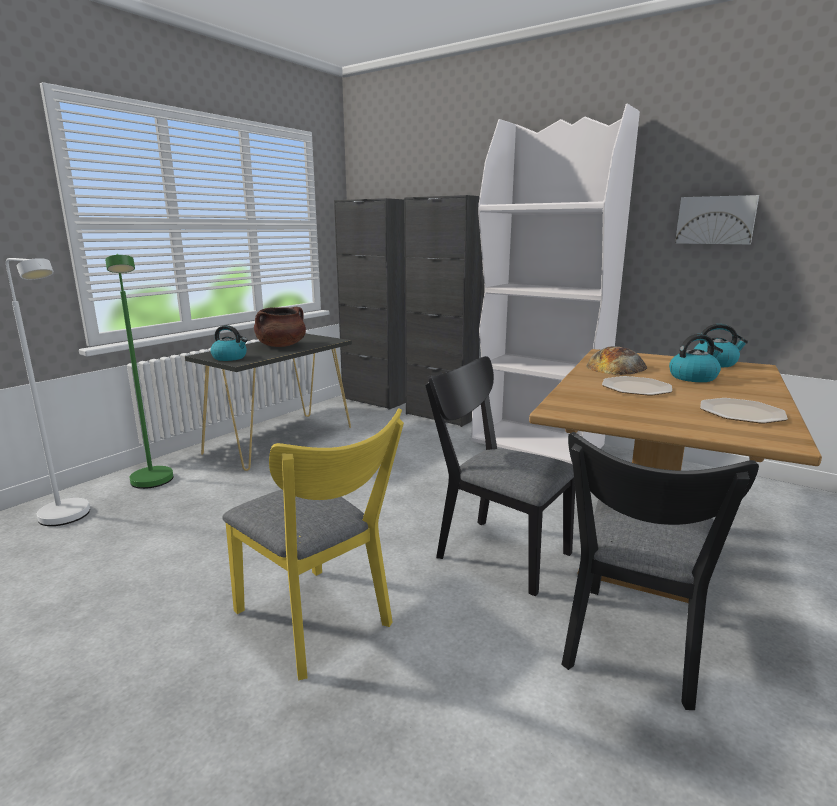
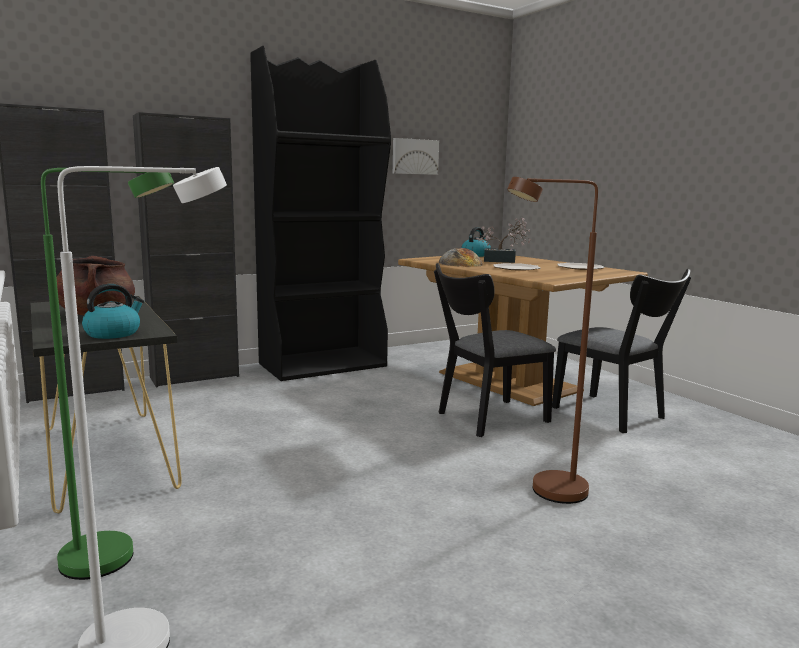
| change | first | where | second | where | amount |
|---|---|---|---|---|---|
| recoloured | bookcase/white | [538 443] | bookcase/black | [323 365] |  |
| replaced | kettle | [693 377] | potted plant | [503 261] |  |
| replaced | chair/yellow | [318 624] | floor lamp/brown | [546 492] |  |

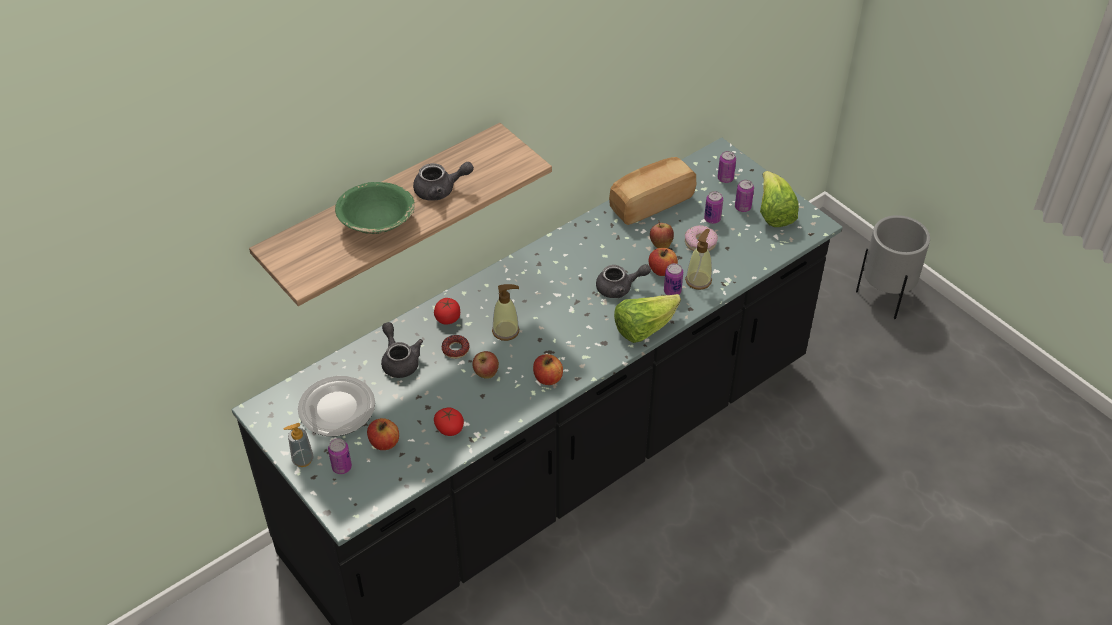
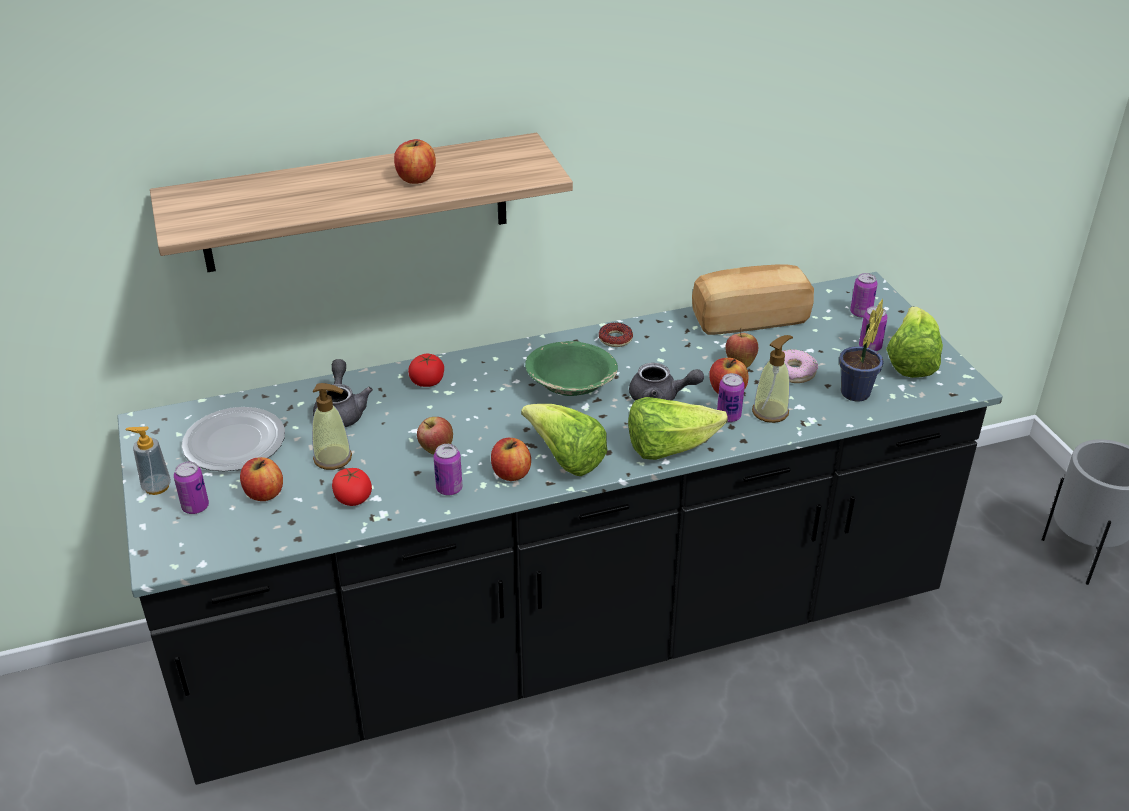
| change | first | where | second | where | amount |
|---|---|---|---|---|---|
| moved | soap dispenser | [506 331] |  | [333 458] |  |
| replaced | teapot/grey | [440 190] | apple | [416 178] |  |
| moved | can | [712 219] |  | [449 488] |  |
| added |  |  | lettuce | [565 458] |  |
| moved | bowl/green | [377 223] |  | [571 386] |  |
| moved | donut | [455 349] |  | [615 339] |  |
| added |  |  | potted plant | [853 395] |  |

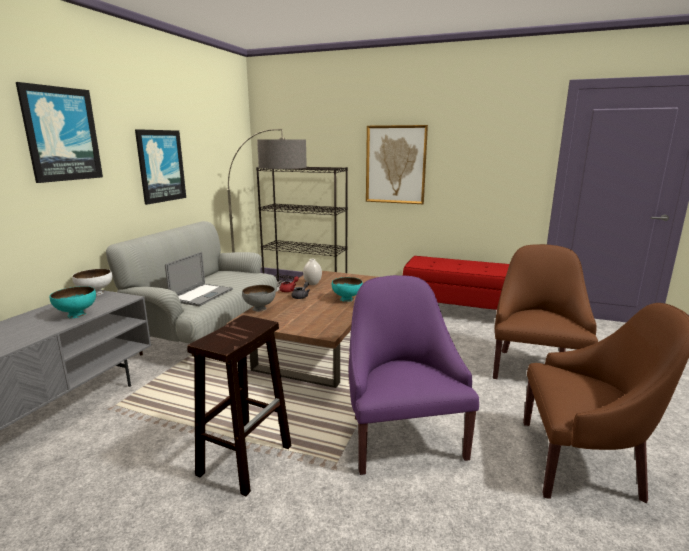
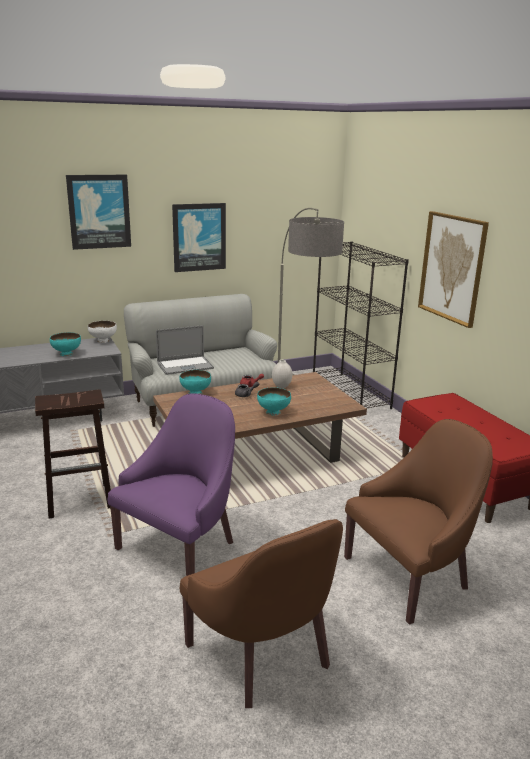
| change | first | where | second | where | amount |
|---|---|---|---|---|---|
| recoloured | bowl/grey | [259 308] | bowl/turquoise | [195 393] |  |

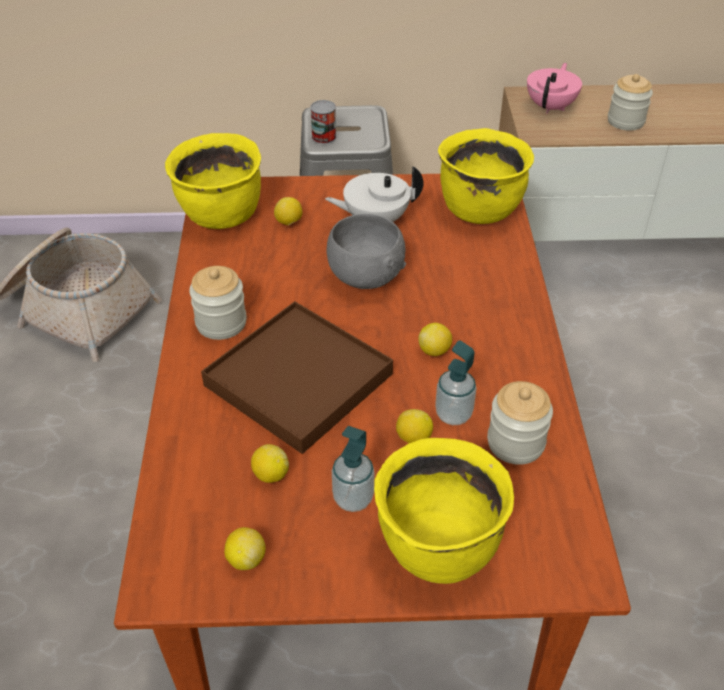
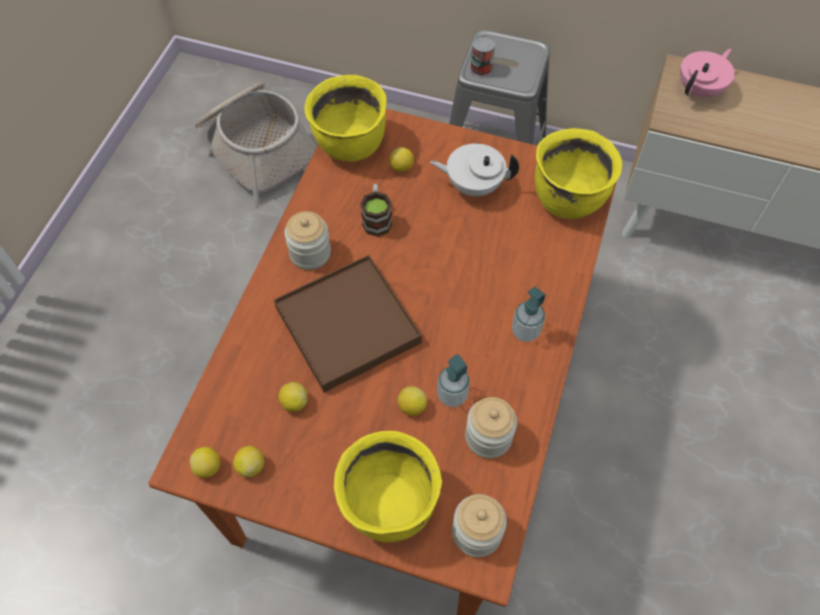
| change | first | where | second | where | amount |
|---|---|---|---|---|---|
| moved | lemon | [434 351] |  | [208 467] |  |
| added |  |  | mug | [377 218] |  |
| moved | jar | [625 121] |  | [476 532] |  |
| moved | soap dispenser | [353 498] |  | [525 331] |  |
| removed | bowl/grey | [365 276] |  |  |  |

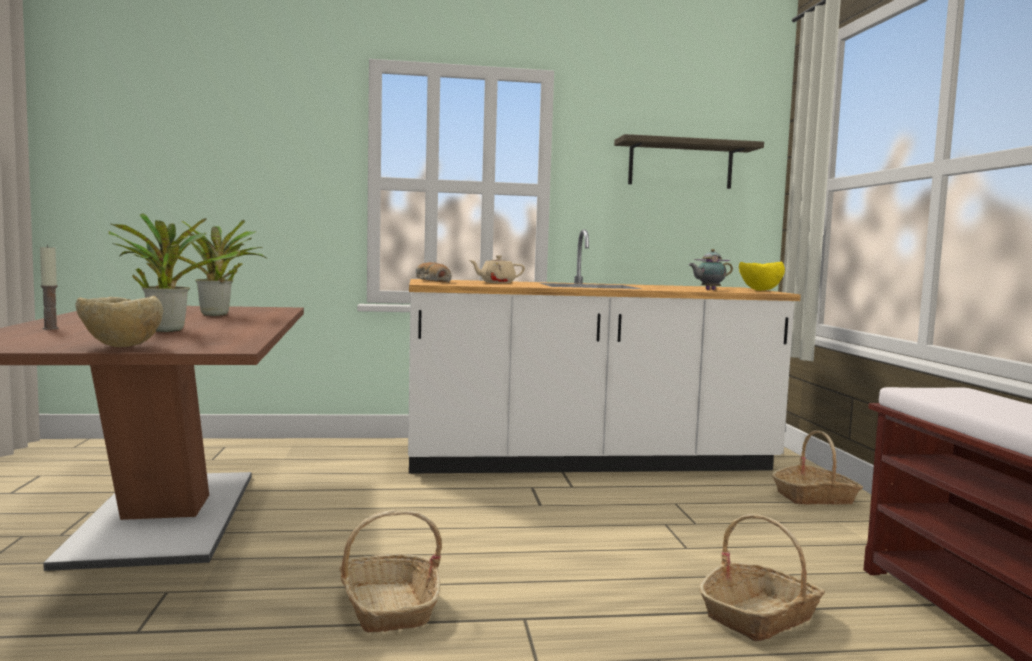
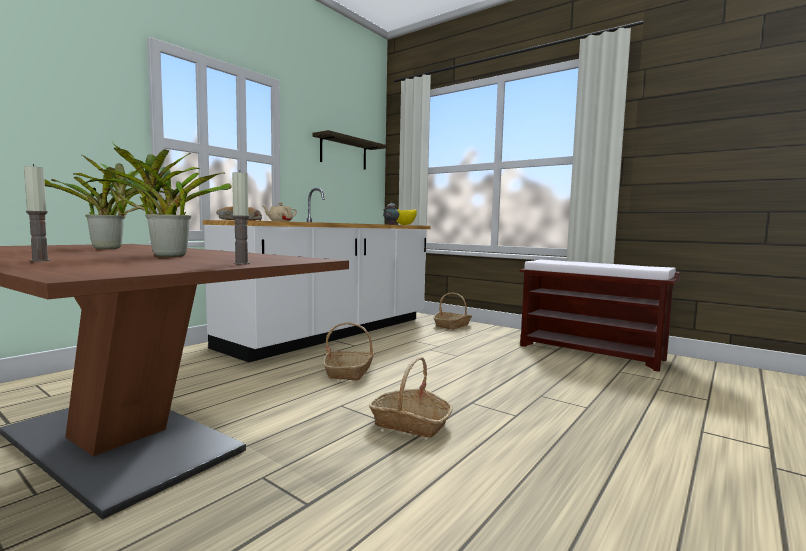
| change | first | where | second | where | amount |
|---|---|---|---|---|---|
| replaced | bowl/beige | [120 347] | candle | [241 263] |  |
| moved | basket | [760 616] |  | [349 372] |  |

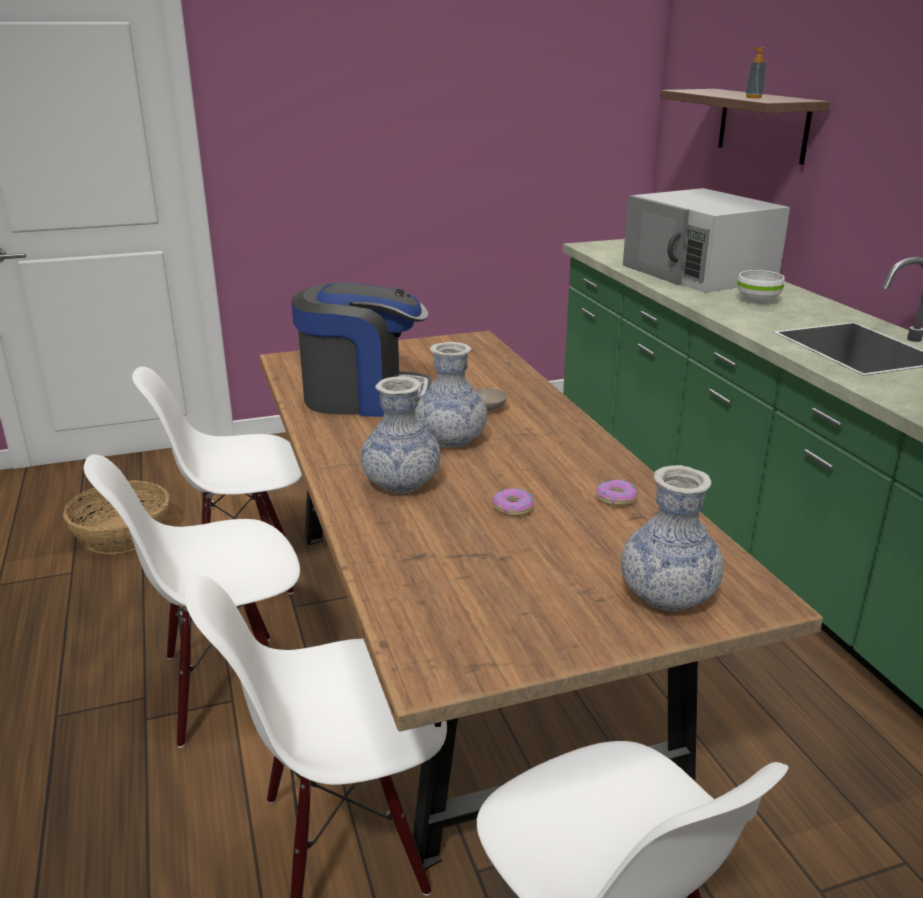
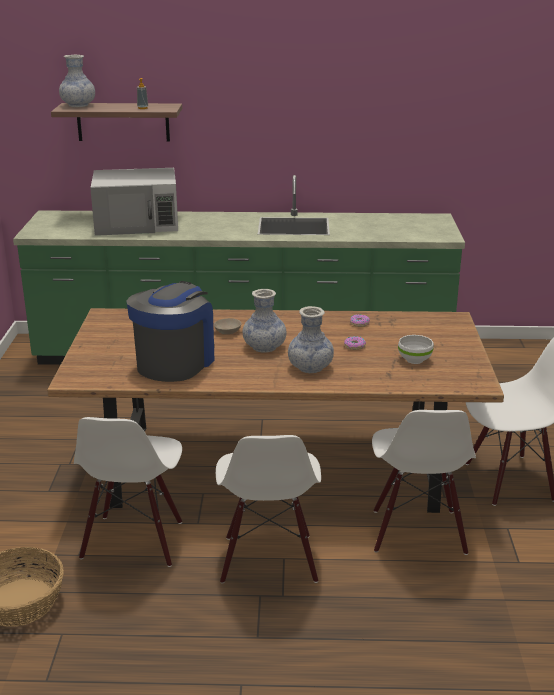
| change | first | where | second | where | amount |
|---|---|---|---|---|---|
| moved | vase | [667 595] |  | [78 105] |  |
| moved | bowl/white | [757 301] |  | [415 360] |  |

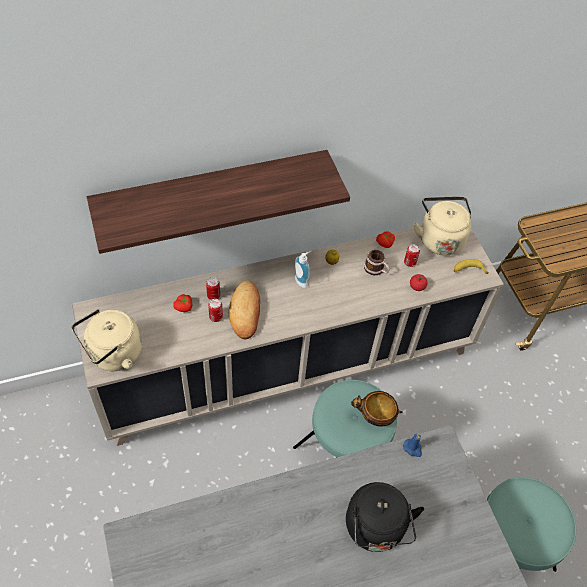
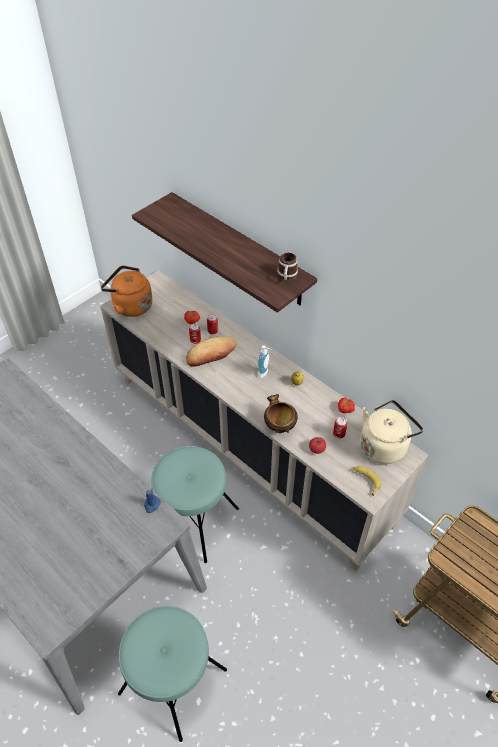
| change | first | where | second | where | amount |
|---|---|---|---|---|---|
| recoloured | kettle/beige | [113 355] | kettle/orange | [130 306] |  |
| moved | bowl | [375 417] |  | [279 426] |  |
| moved | mug | [376 269] |  | [286 275] |  |
| removed | kettle/black | [376 529] |  |  |  |

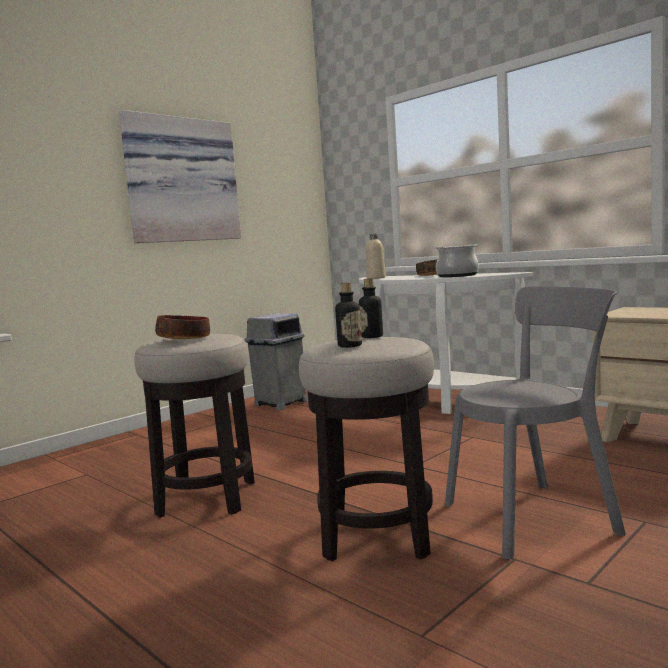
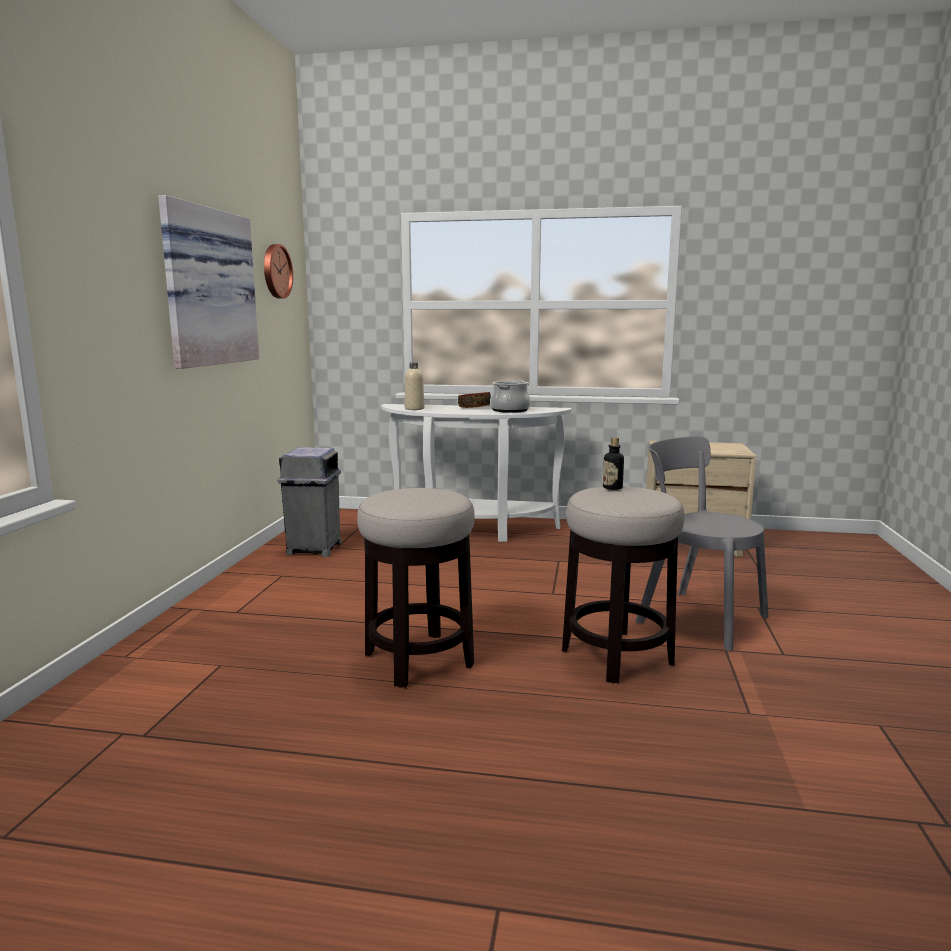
| change | first | where | second | where | amount |
|---|---|---|---|---|---|
| added |  |  | wall clock | [276 271] |  |
| turned | chair/grey | [536 517] |  | [696 617] | 90 degrees counterclockwise |
| removed | bowl | [184 339] |  |  |  |
| removed | bottle | [350 346] |  |  |  |

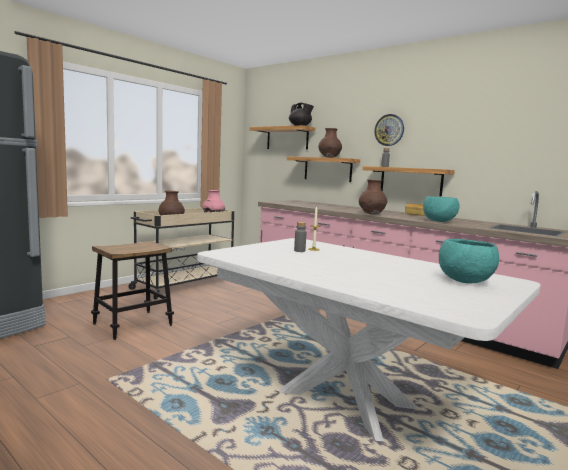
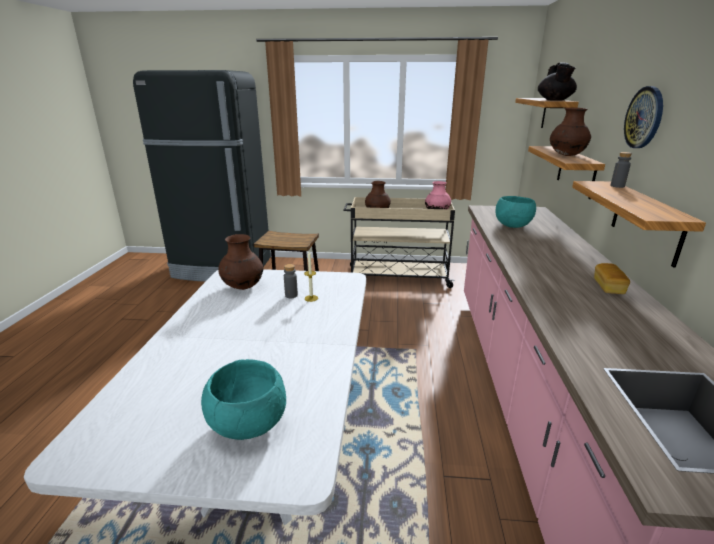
| change | first | where | second | where | amount |
|---|---|---|---|---|---|
| moved | vase/brown | [371 214] |  | [243 287] |  |
| moved | bowl/turquoise | [439 221] |  | [513 226] |  |

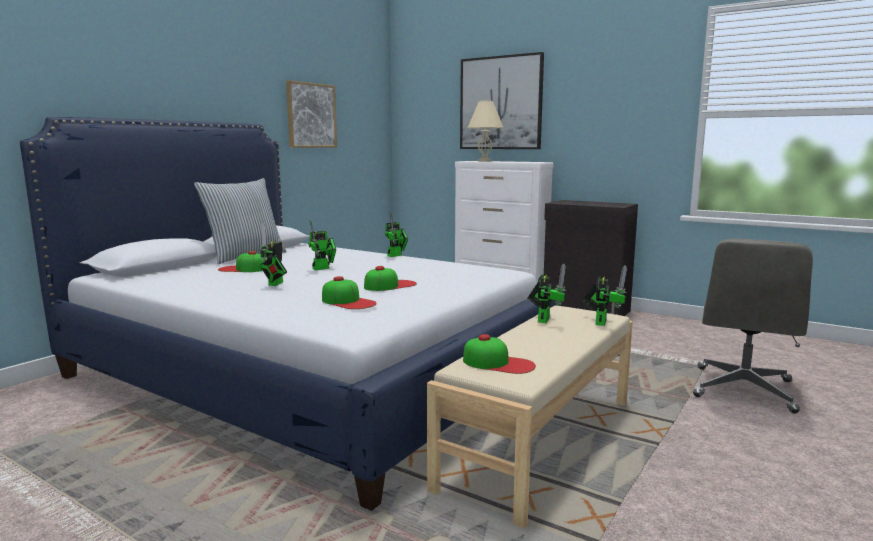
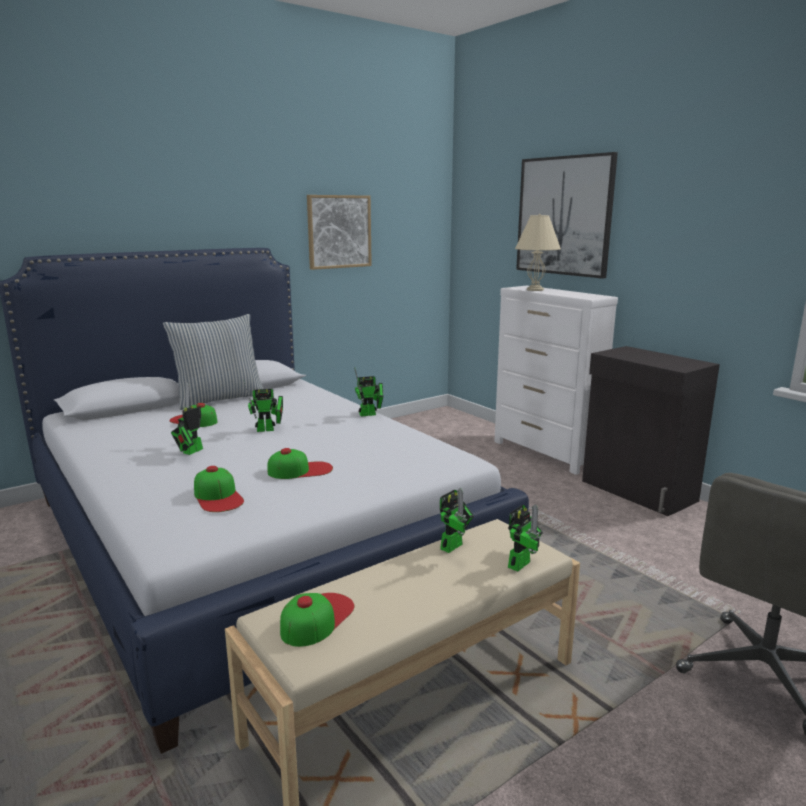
| change | first | where | second | where | amount |
|---|---|---|---|---|---|
| turned | cap | [498 363] |  | [317 618] | 105 degrees counterclockwise |

